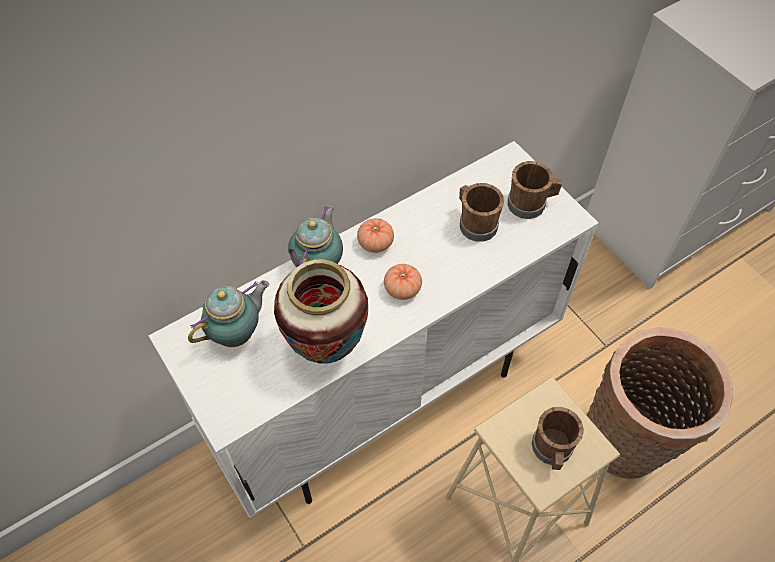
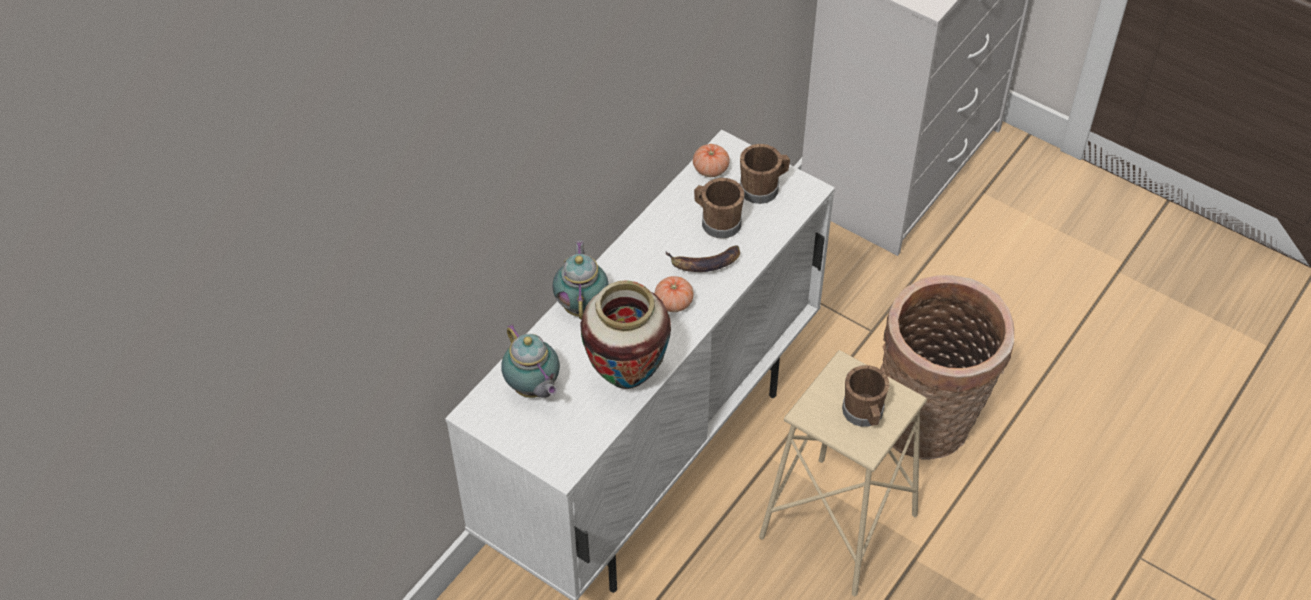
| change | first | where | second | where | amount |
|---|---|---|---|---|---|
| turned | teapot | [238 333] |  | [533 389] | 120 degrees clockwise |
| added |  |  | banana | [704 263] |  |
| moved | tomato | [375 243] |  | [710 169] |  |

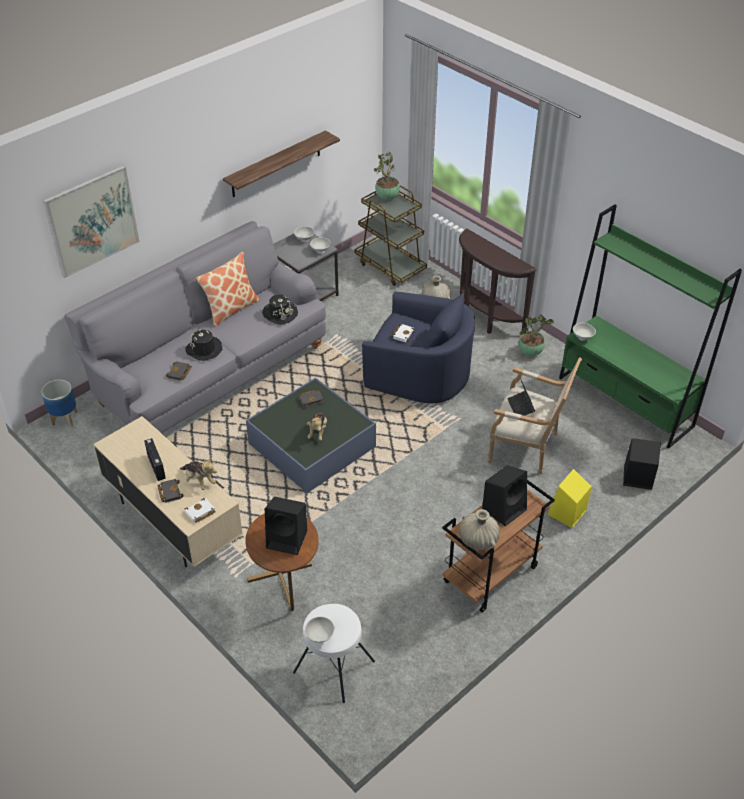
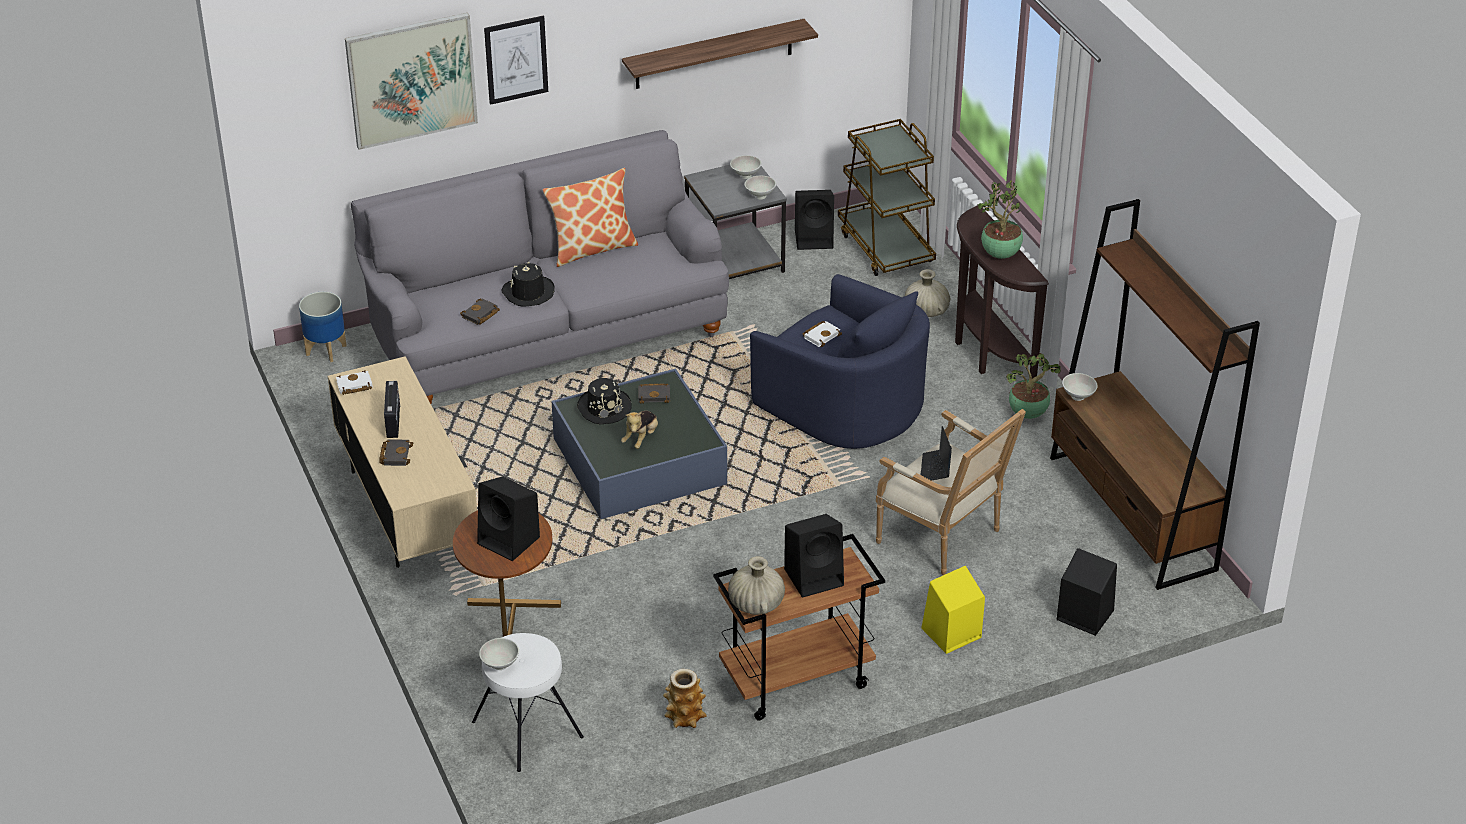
| change | first | where | second | where | amount |
|---|---|---|---|---|---|
| moved | book/white | [200 513] |  | [354 386] |  |
| added |  |  | picture | [516 59] |  |
| moved | hat/black | [280 313] |  | [604 407] |  |
| added |  |  | vase | [685 716] |  |
| added |  |  | speaker/black | [815 238] |  |
| moved | potted plant | [387 198] |  | [999 255] |  |
| recoloured | bookcase/green | [625 402] | bookcase/brown | [1132 513] |  |
| removed | plush toy | [199 480] |  |  |  |

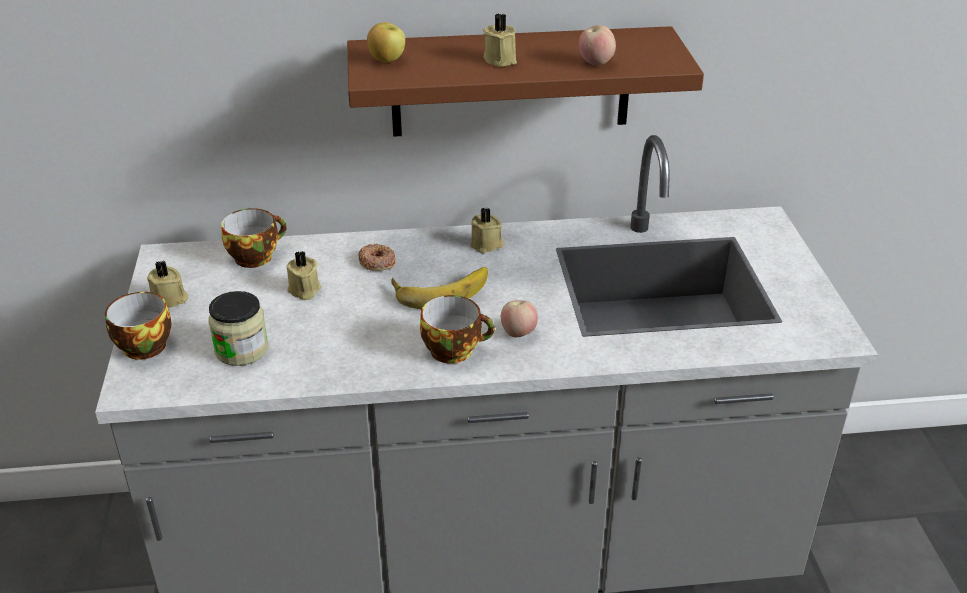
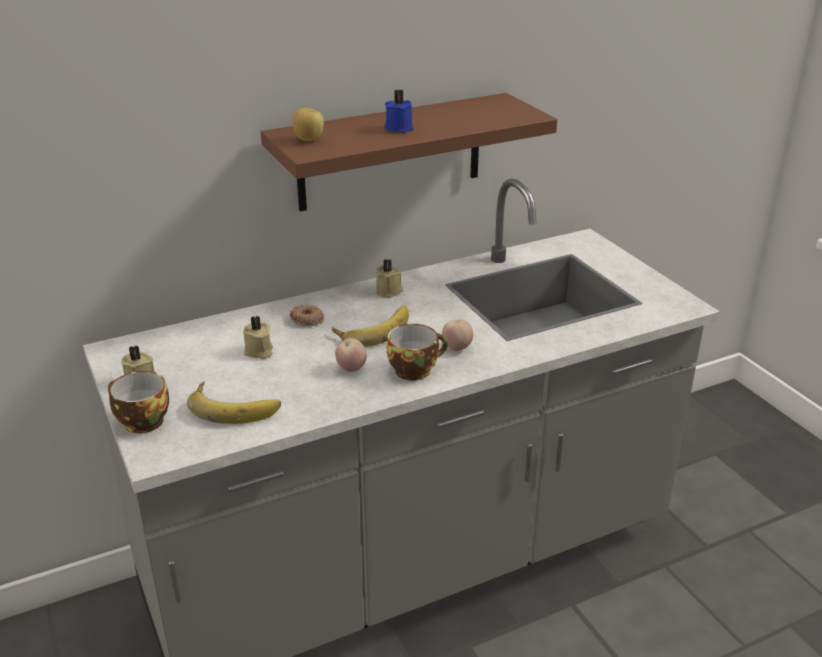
| change | first | where | second | where | amount |
|---|---|---|---|---|---|
| replaced | jar | [241 350] | banana | [235 406] |  |
| moved | apple | [595 63] |  | [351 368] |  |
| recoloured | candle/beige | [501 59] | candle/blue | [399 128] |  |
| removed | cup | [255 256] |  |  |  |

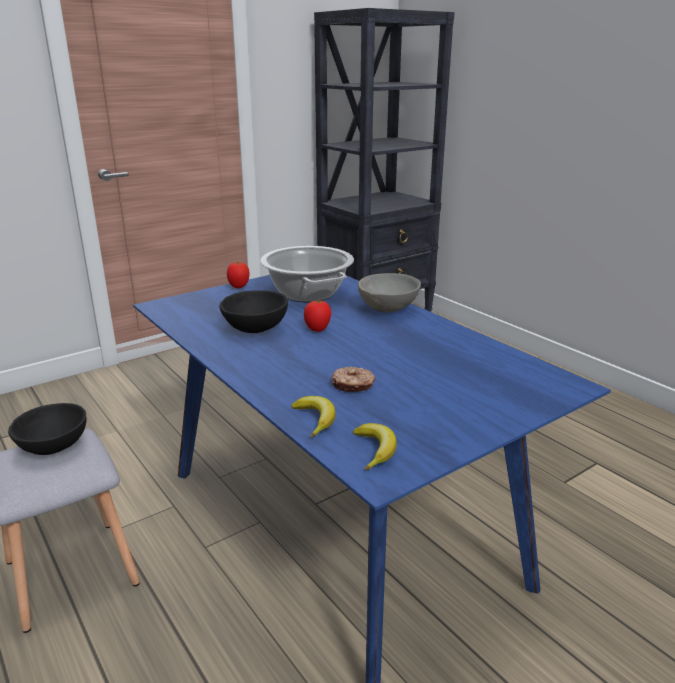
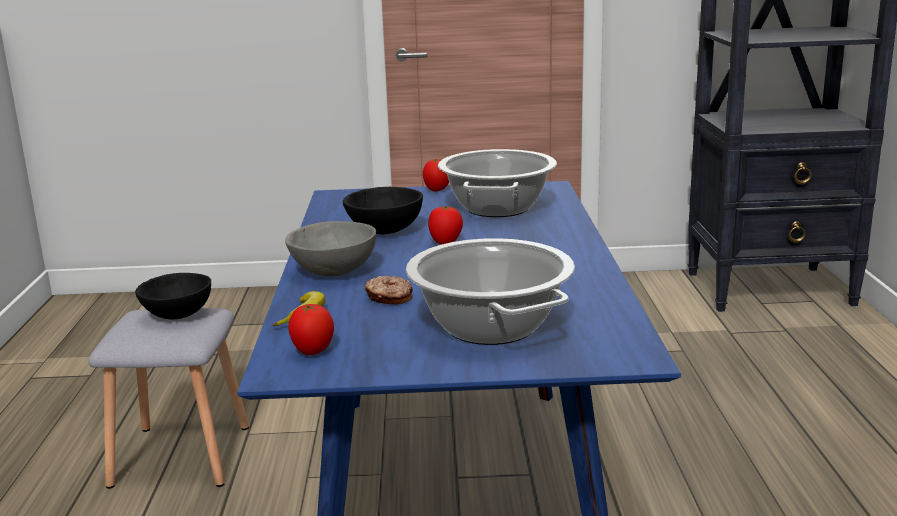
| change | first | where | second | where | amount |
|---|---|---|---|---|---|
| moved | bowl/grey | [389 310] |  | [334 273] |  |
| replaced | banana | [375 450] | tomato | [312 352] |  |
| added |  |  | cooking pot | [490 326] |  |

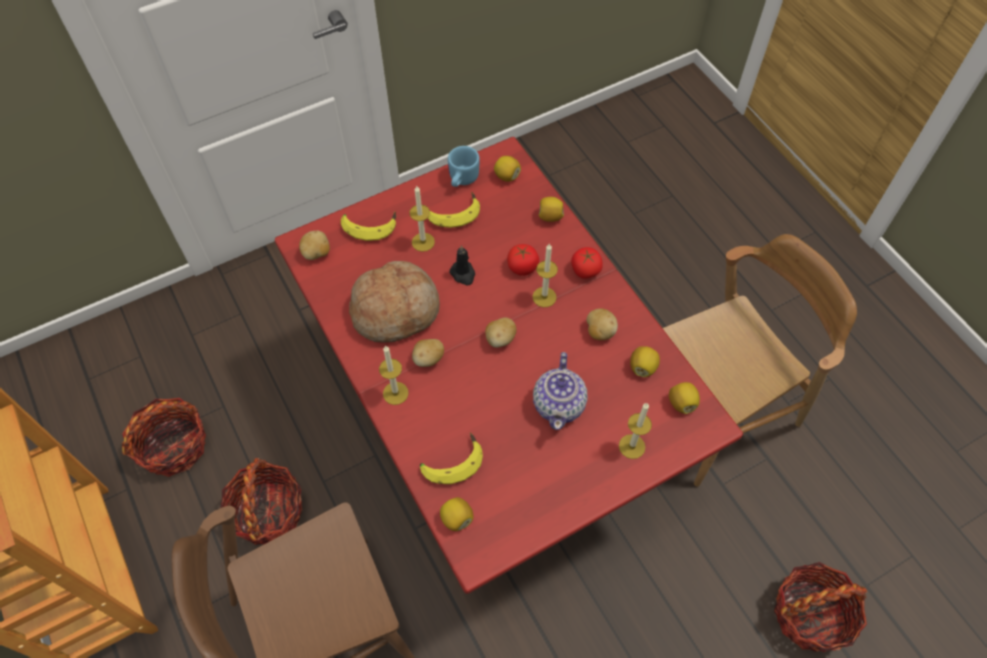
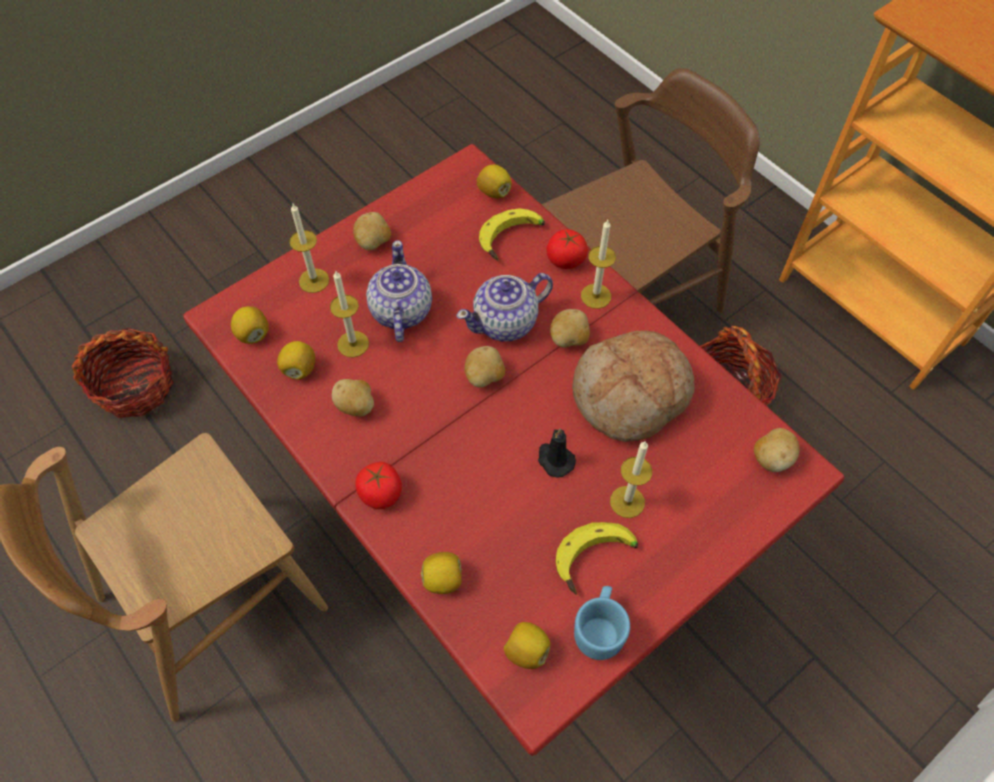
| change | first | where | second | where | amount |
|---|---|---|---|---|---|
| moved | candle | [544 297] |  | [353 344] |  |
| added |  |  | potato | [373 242] |  |
| added |  |  | teapot | [506 322] |  |
| moved | tomato | [522 267] |  | [565 260] |  |
| removed | basket | [173 446] |  |  |  |
| removed | banana | [369 225] |  |  |  |

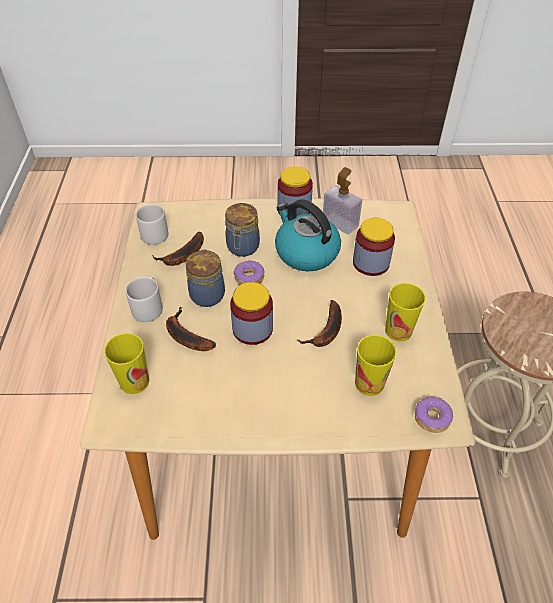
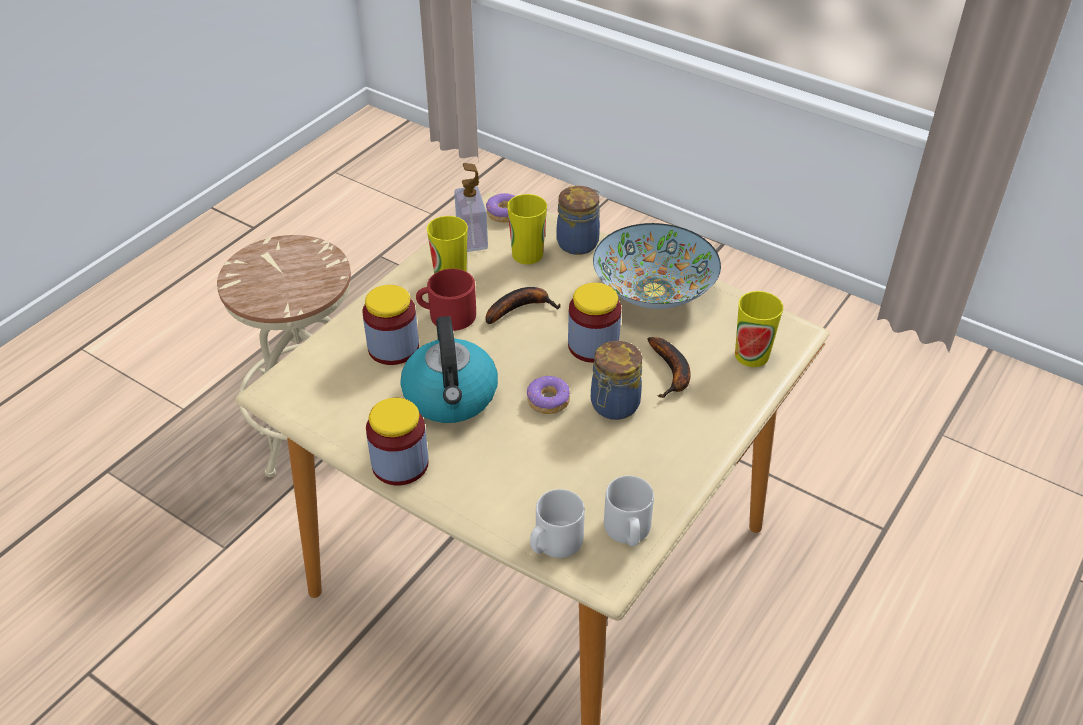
| change | first | where | second | where | amount |
|---|---|---|---|---|---|
| added |  |  | mug/red | [447 315] |  |
| moved | soap dispenser | [340 223] |  | [472 238] |  |
| moved | mug/grey | [149 307] |  | [554 543] |  |
| moved | jar | [242 248] |  | [579 242] |  |
| added |  |  | bowl | [653 291] |  |
| removed | banana | [182 256] |  |  |  |

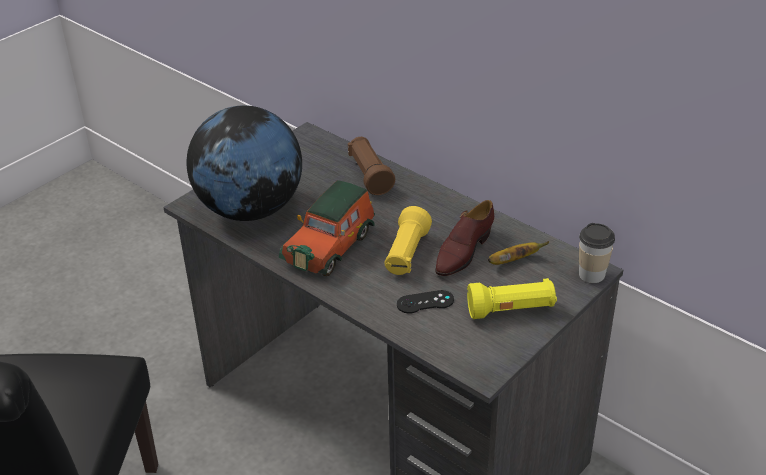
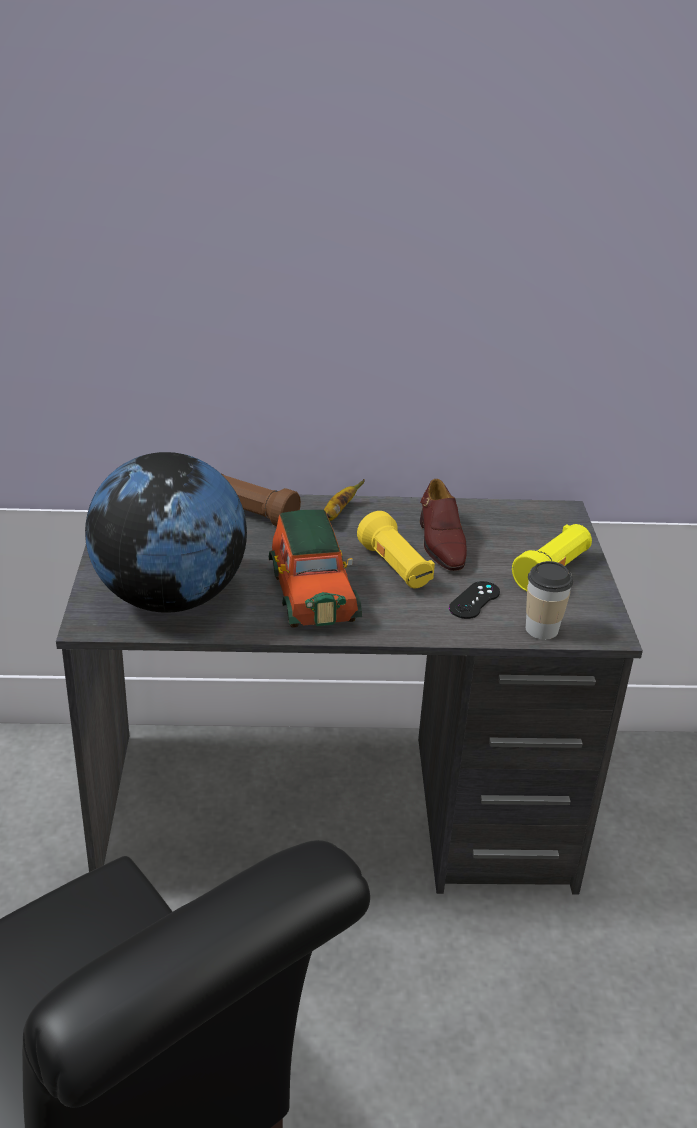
| change | first | where | second | where | amount |
|---|---|---|---|---|---|
| moved | banana | [514 261] |  | [338 513] |  |
| moved | cup | [591 274] |  | [541 629] |  |

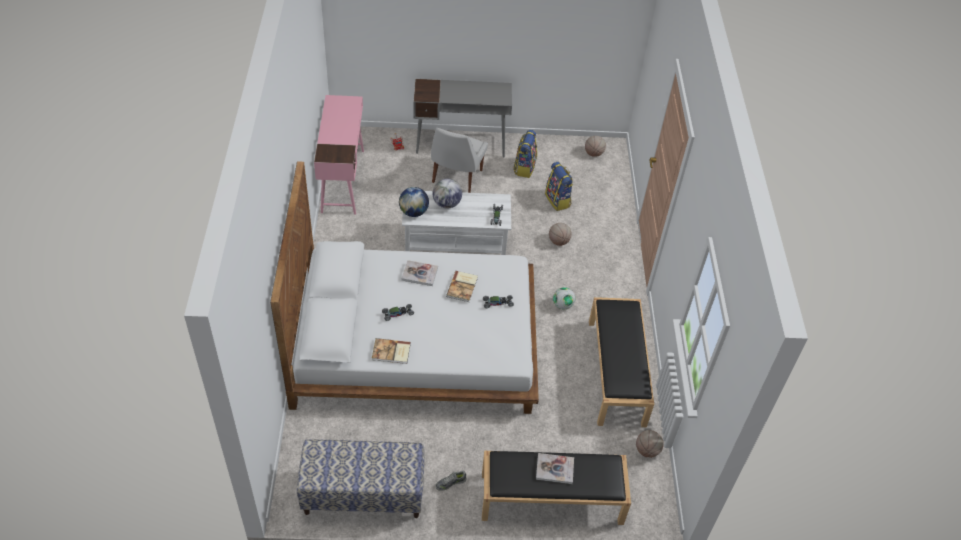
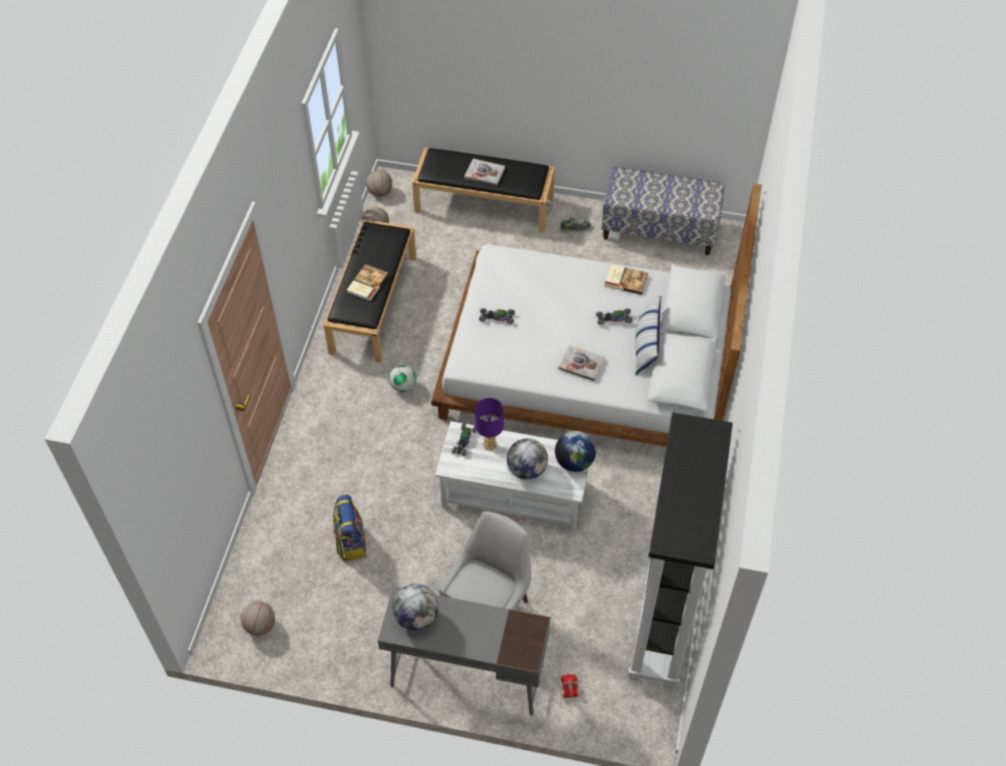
| change | first | where | second | where | amount |
|---|---|---|---|---|---|
| moved | book | [463 287] |  | [367 283] |  |
| moved | basketball | [559 241] |  | [380 192] |  |
| added |  |  | globe | [416 617] |  |
| added |  |  | table lamp/purple | [490 444] |  |
| replaced | desk/pink | [343 180] | bookcase/black | [662 623] |  |
| added |  |  | pillow | [646 345] |  |
| removed | backpack | [524 168] |  |  |  |

